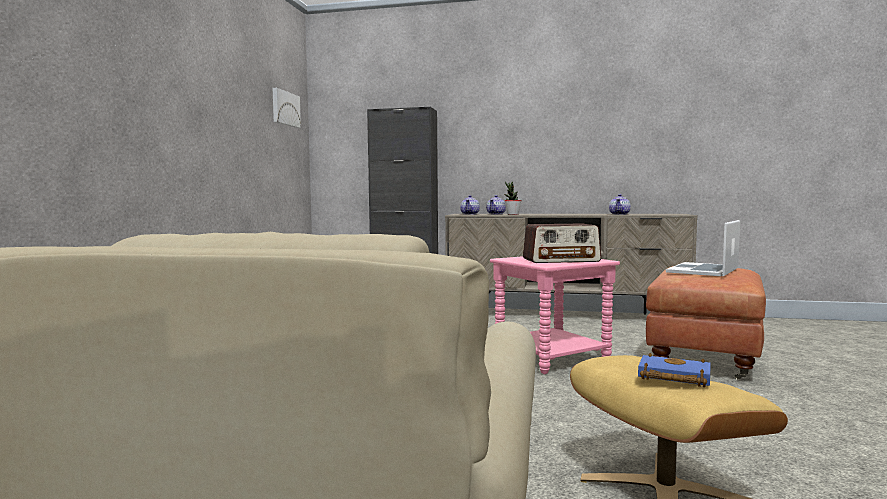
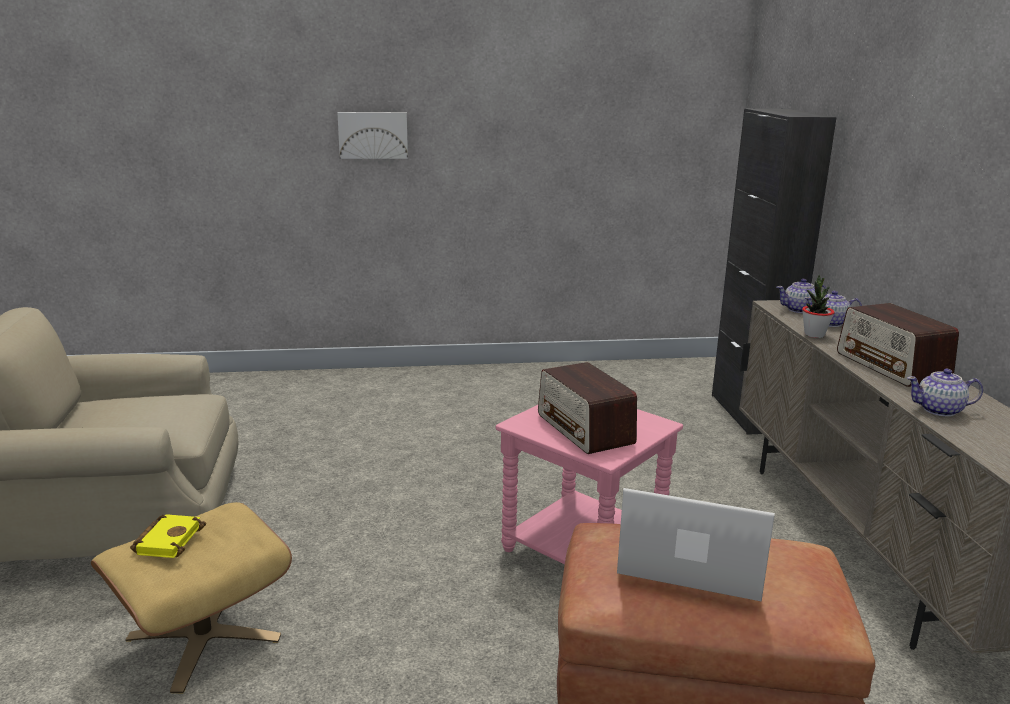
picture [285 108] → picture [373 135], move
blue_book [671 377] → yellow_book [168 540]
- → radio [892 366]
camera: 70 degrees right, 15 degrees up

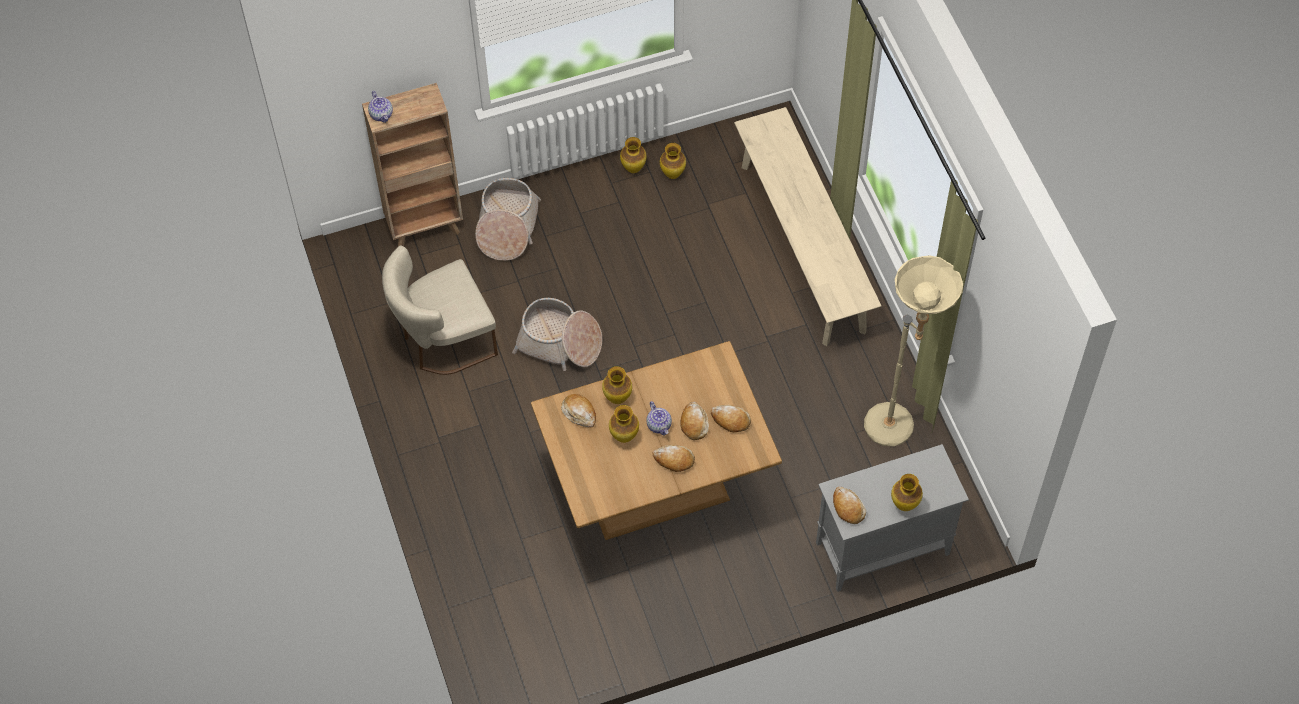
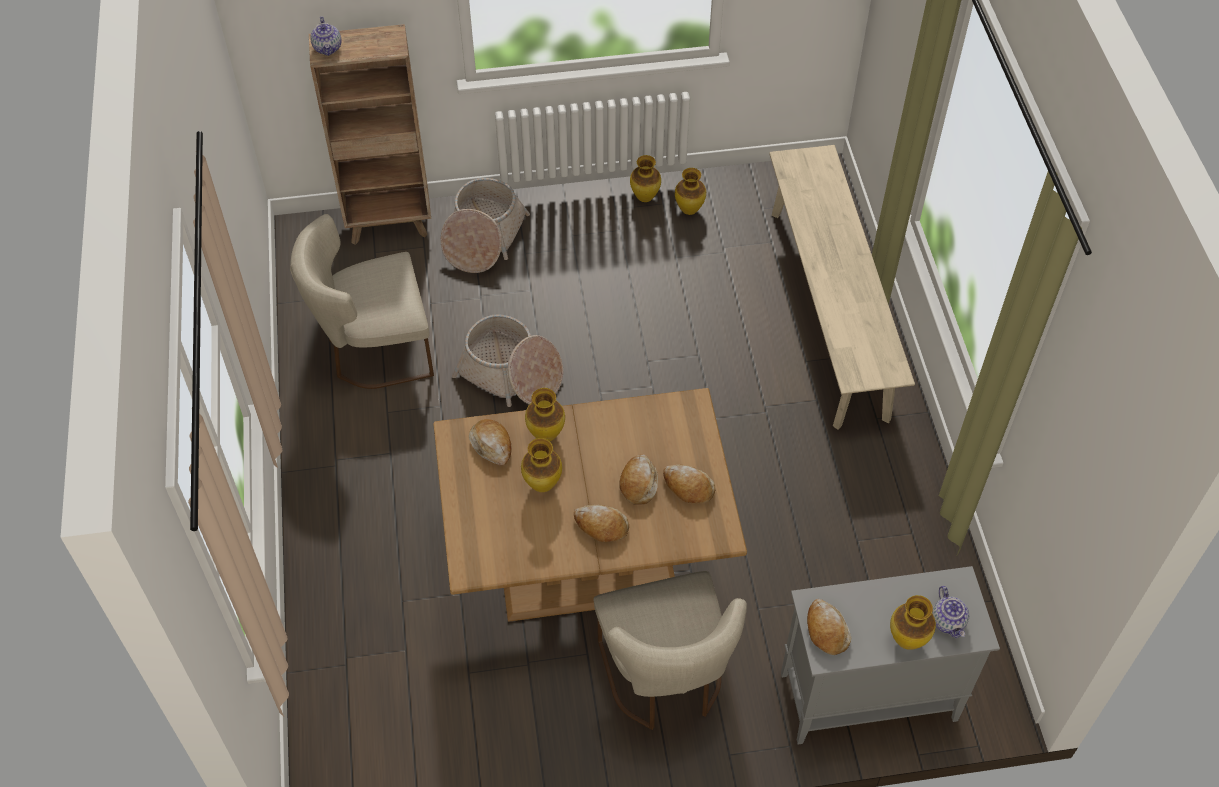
beige_floor_lamp [897 432] → -
teapot [659 425] → teapot [948 622], move
- → beige_chair [665 680]
camera: 10 degrees right, 5 degrees down

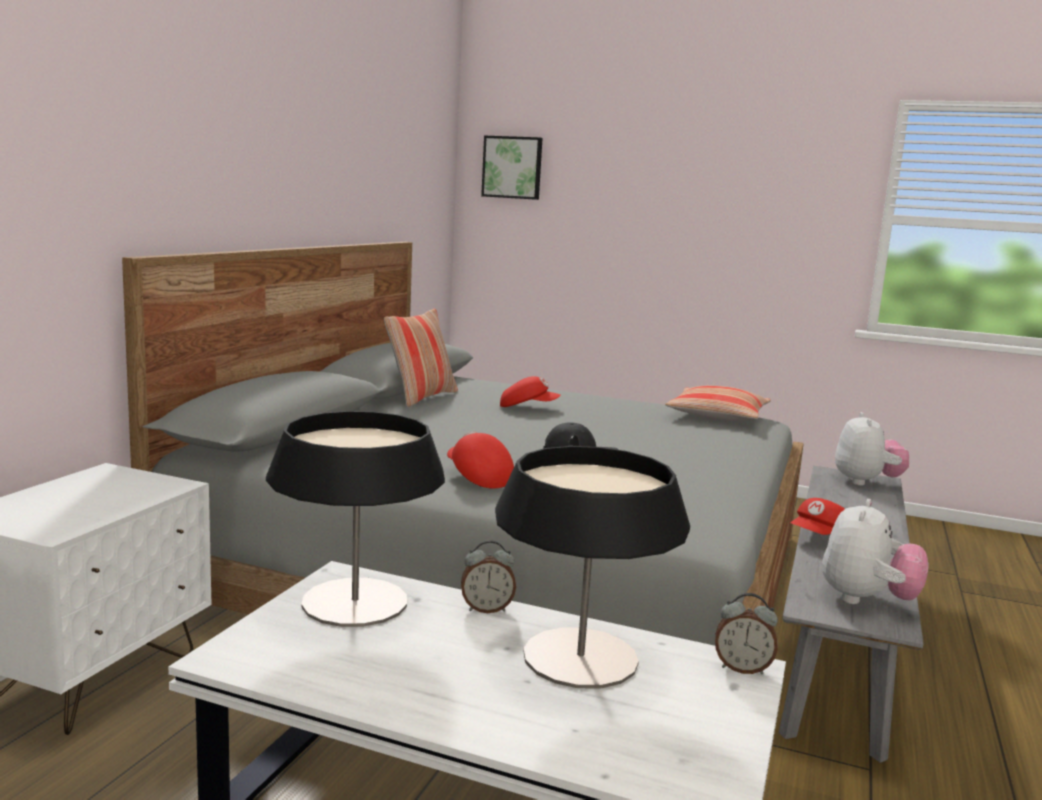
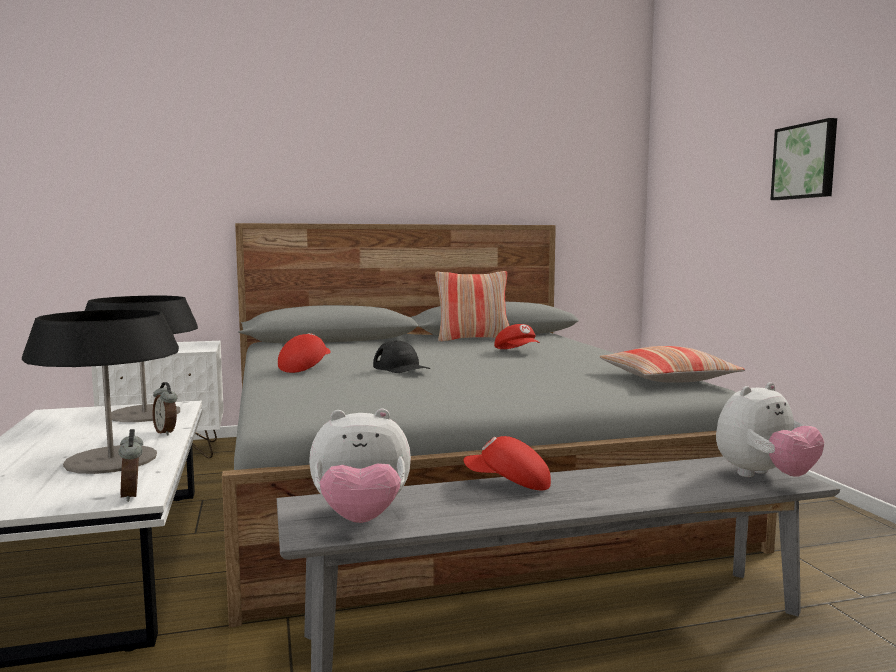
picture [512 167] → picture [805 161], move
camera: 55 degrees right, 5 degrees down

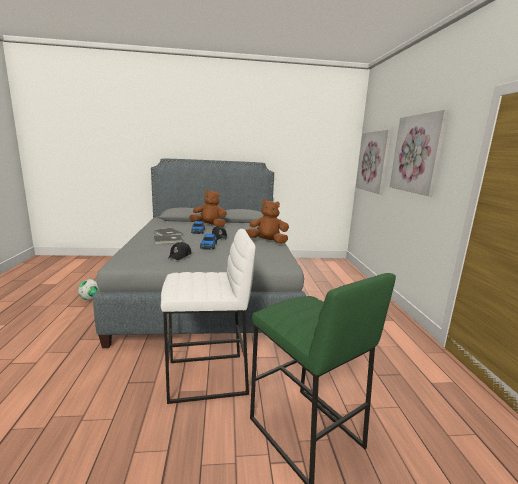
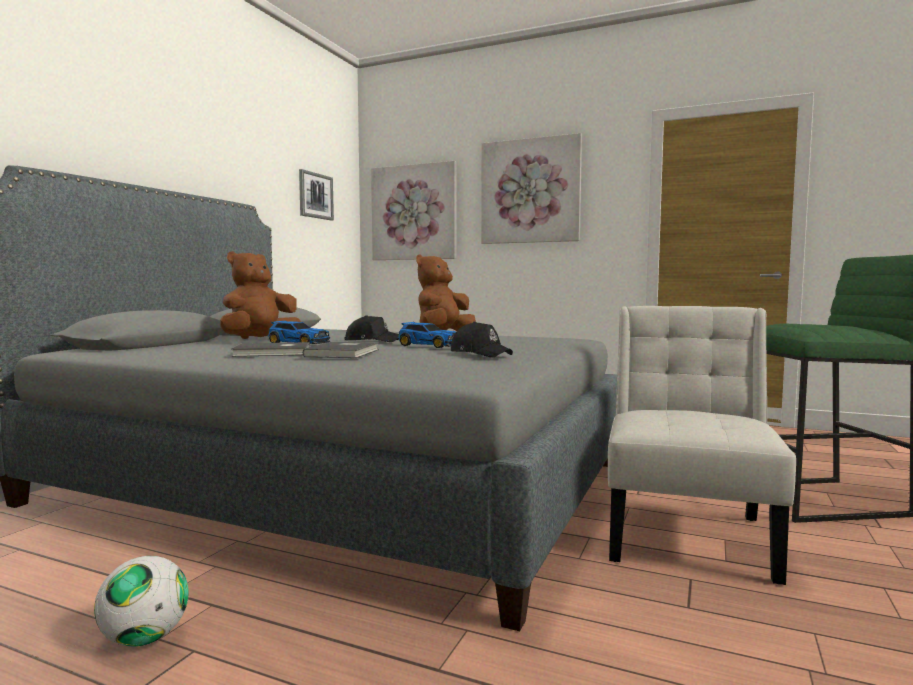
white_stool [207 378] → white_chair [688 533]
- → picture [315 196]
camera: 60 degrees left, 10 degrees down

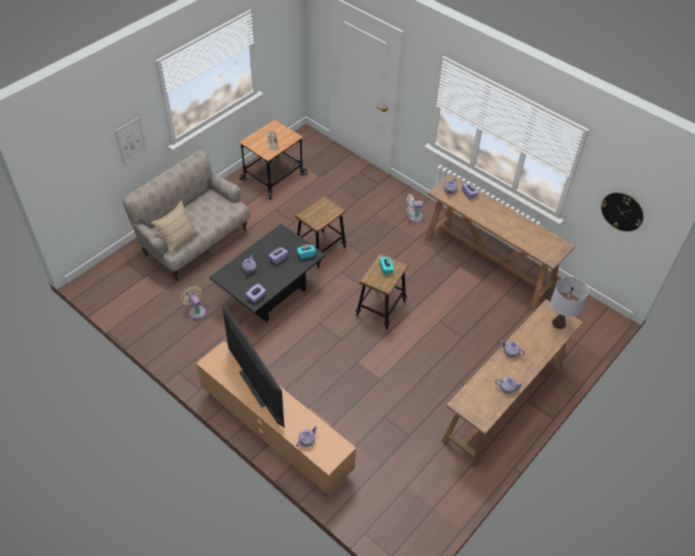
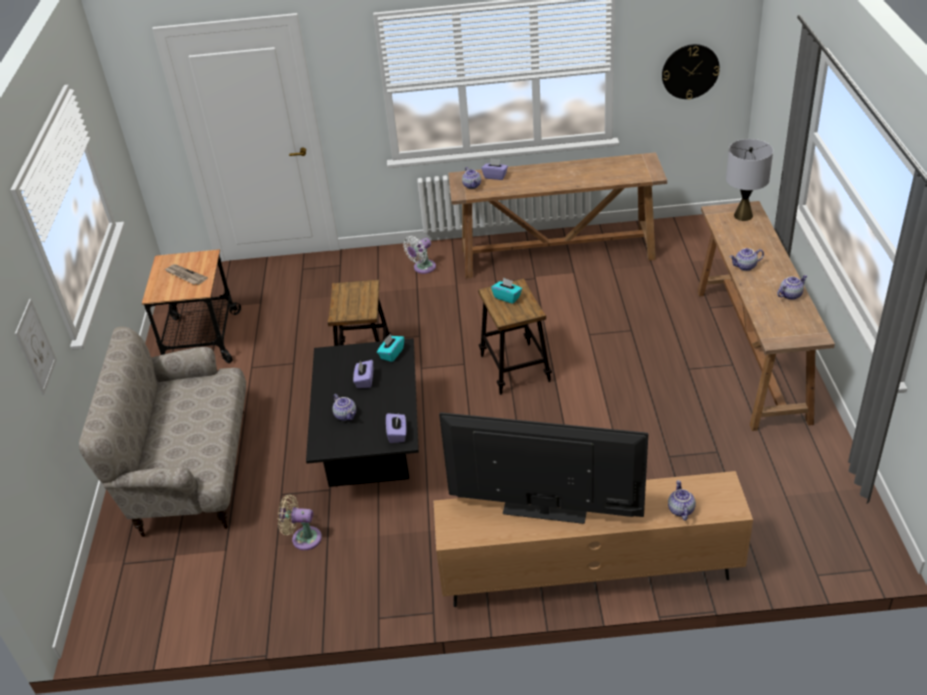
beige_pillow [178 239] → -
camera: 40 degrees left, 10 degrees down

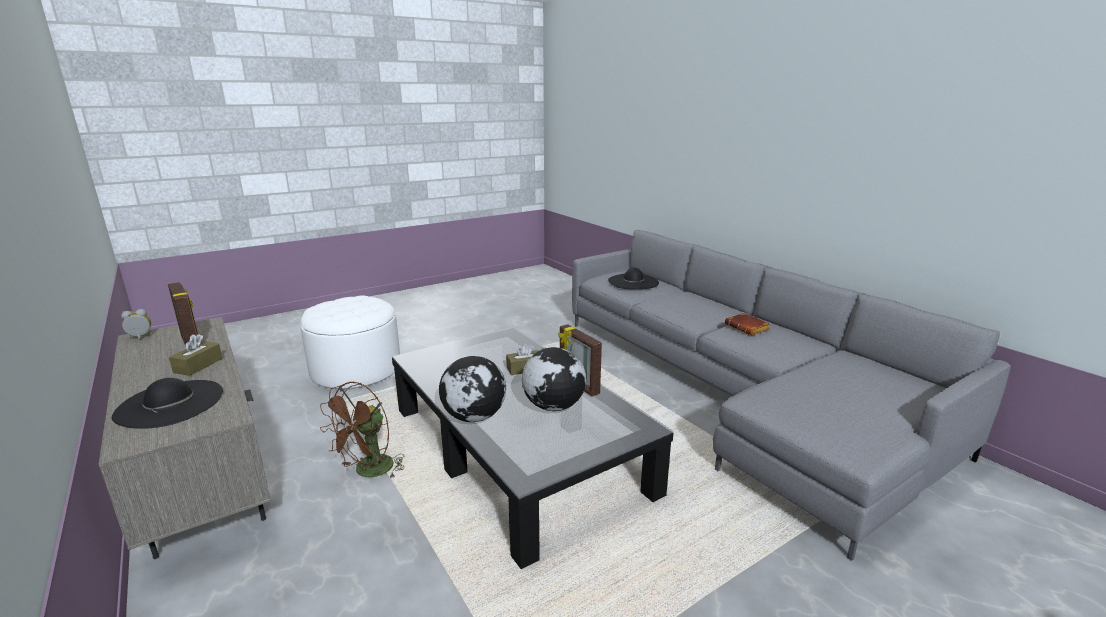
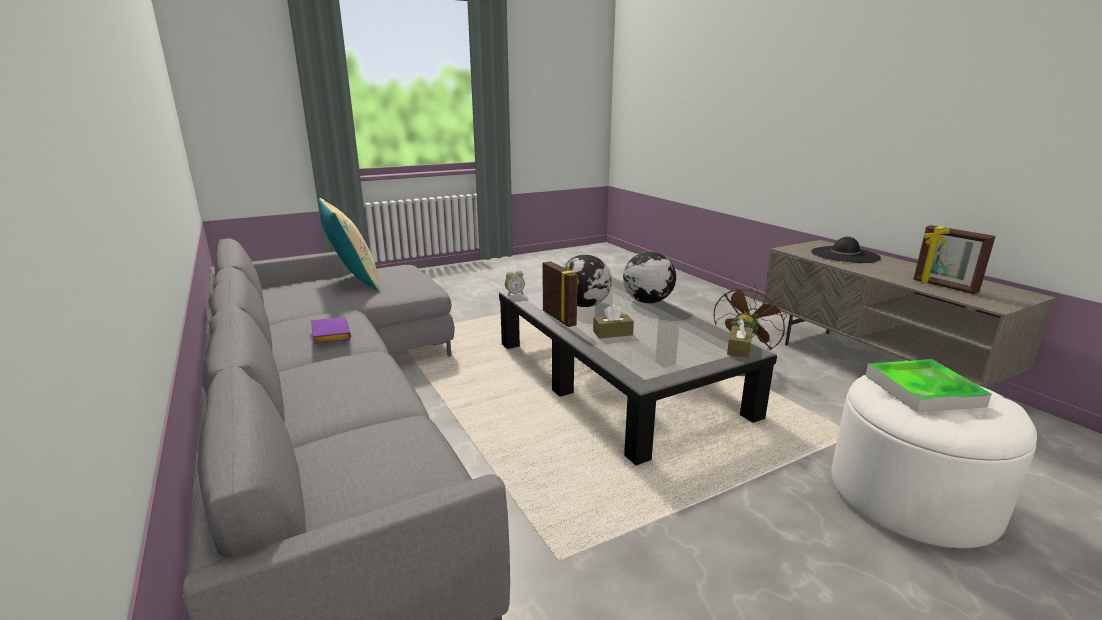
black_hat [633 282] → -
alarm_clock [140 337] → alarm_clock [514 294], move
brown_book [748 328] → purple_book [329 334]
brown_tissue_box [198 365] → brown_tissue_box [739 349], move
- → beige_pillow [353 281]
- → tray [923 390]
camera: 175 degrees left, 0 degrees up

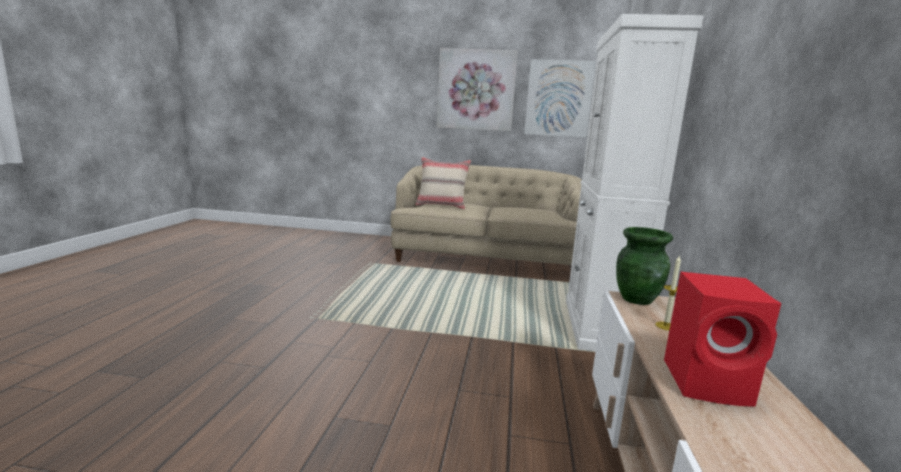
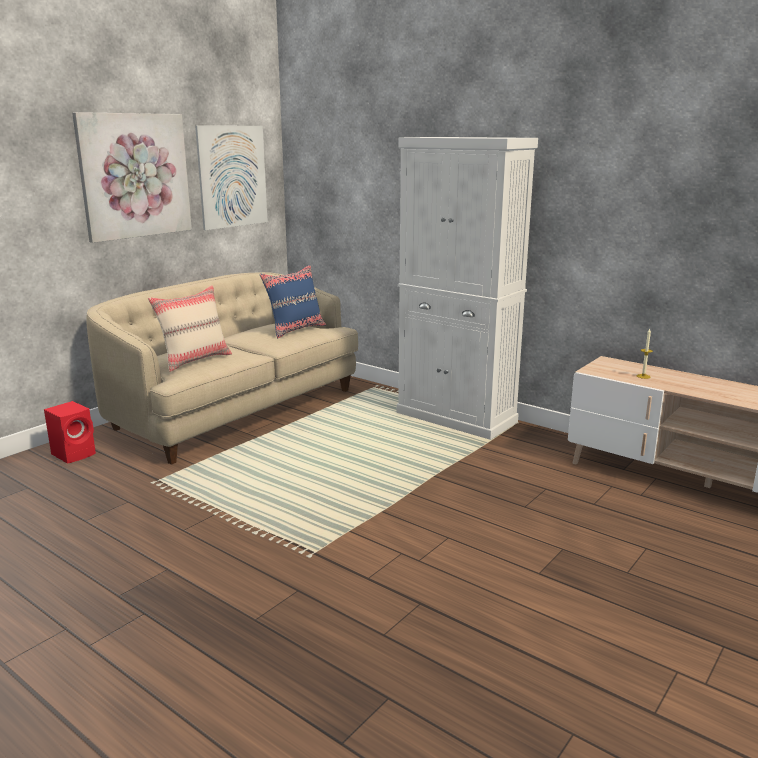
green_vase [637 299] → -
red_speaker [709 383] → red_speaker [75 454], move
- → blue_pillow [295 329]
camera: 60 degrees left, 5 degrees up

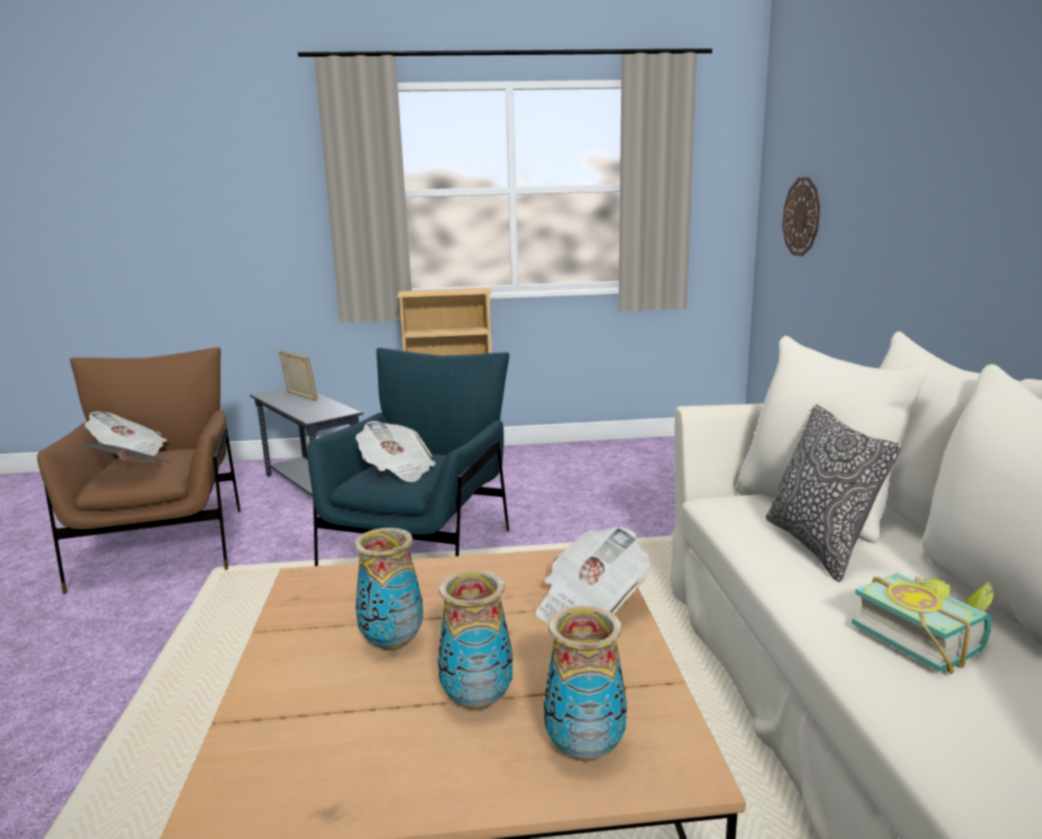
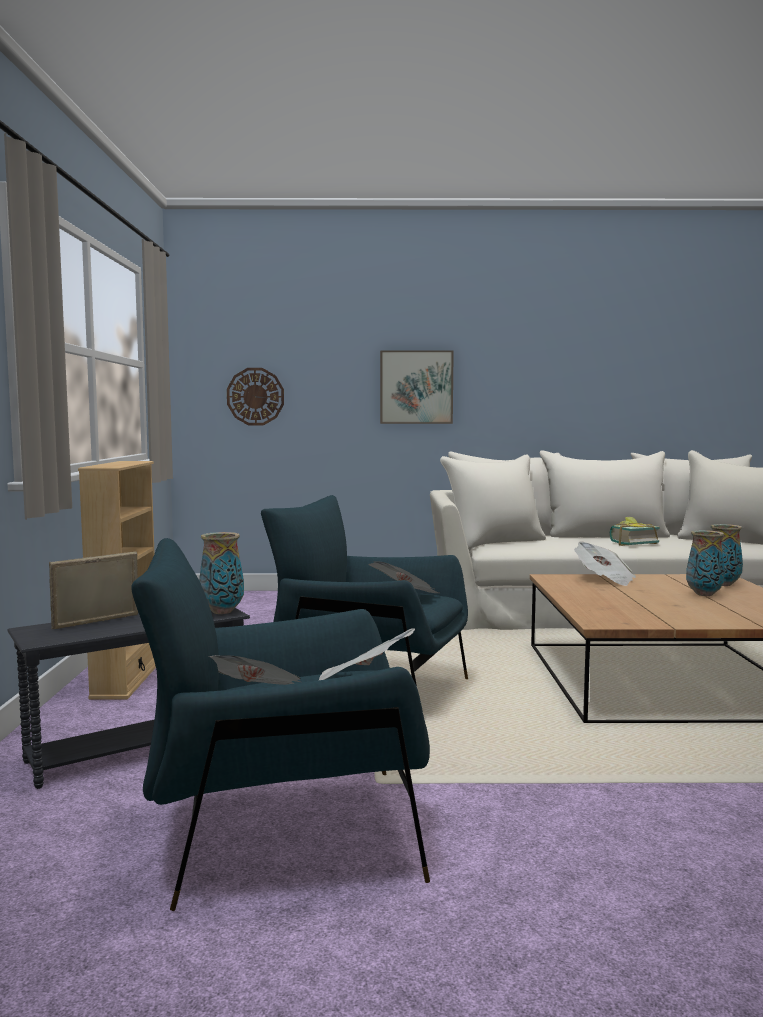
brown_armchair [163 545] → blue_armchair [283 833]
pillow [818 546] → -
vase [391 643] → vase [221 612], move
- → picture [416 387]
camera: 85 degrees left, 10 degrees down

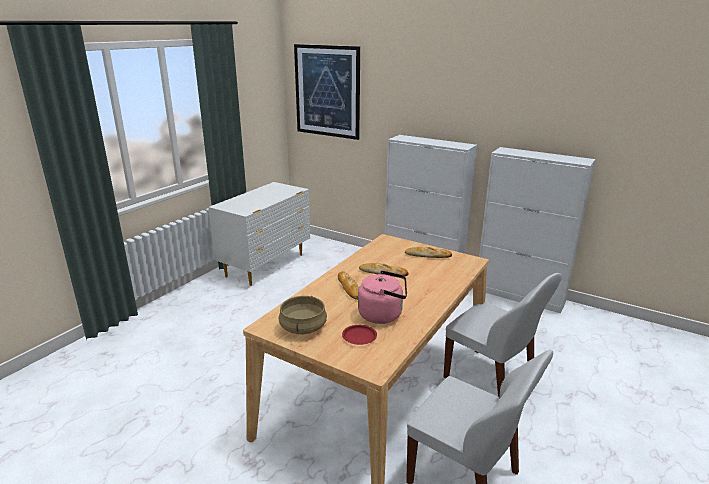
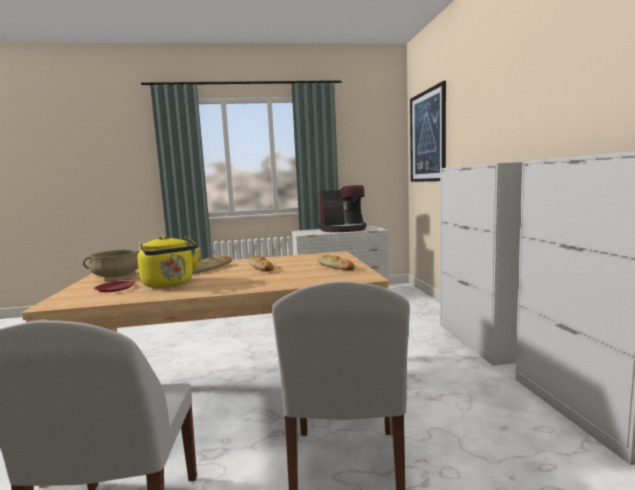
pink_kettle [383 315] → yellow_kettle [170 284]
- → coffee_machine [343 229]
camera: 50 degrees right, 15 degrees down

